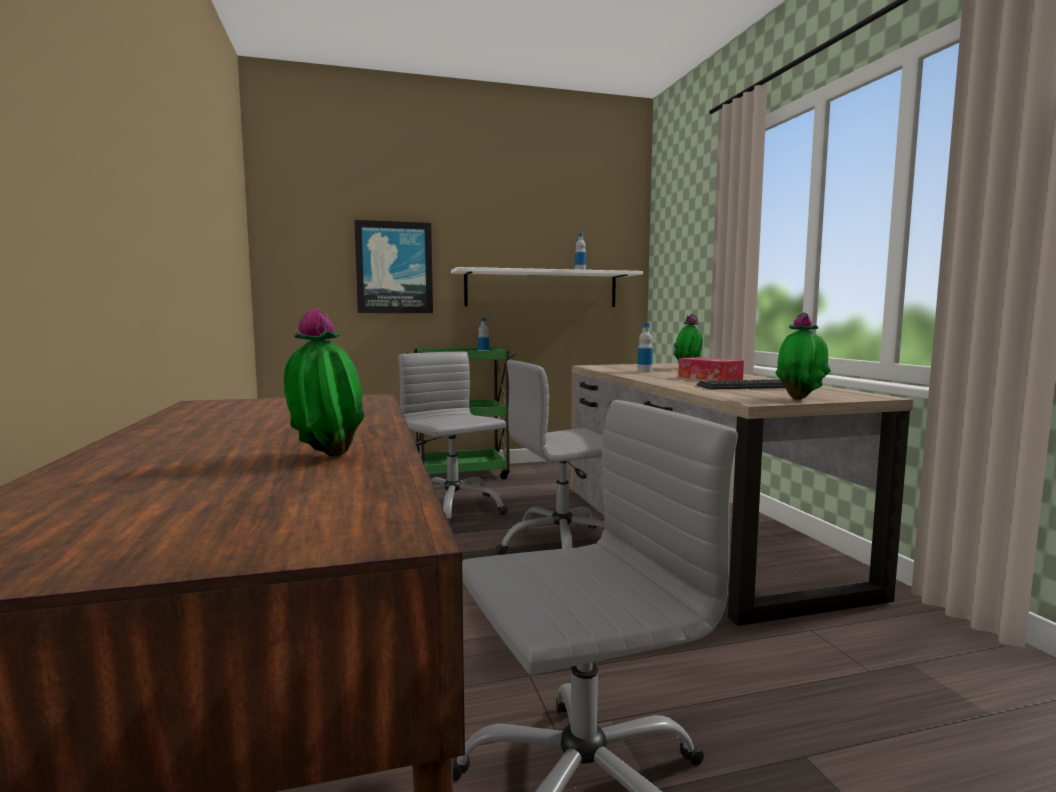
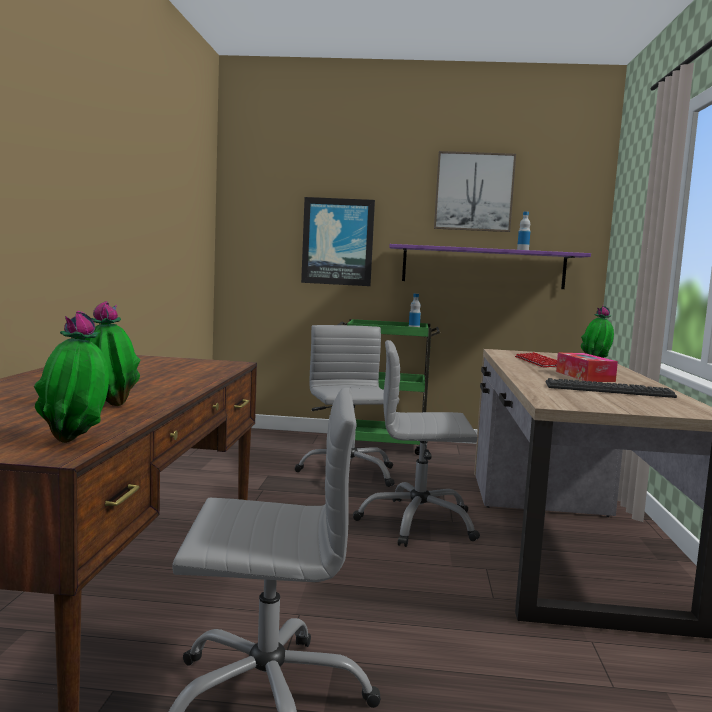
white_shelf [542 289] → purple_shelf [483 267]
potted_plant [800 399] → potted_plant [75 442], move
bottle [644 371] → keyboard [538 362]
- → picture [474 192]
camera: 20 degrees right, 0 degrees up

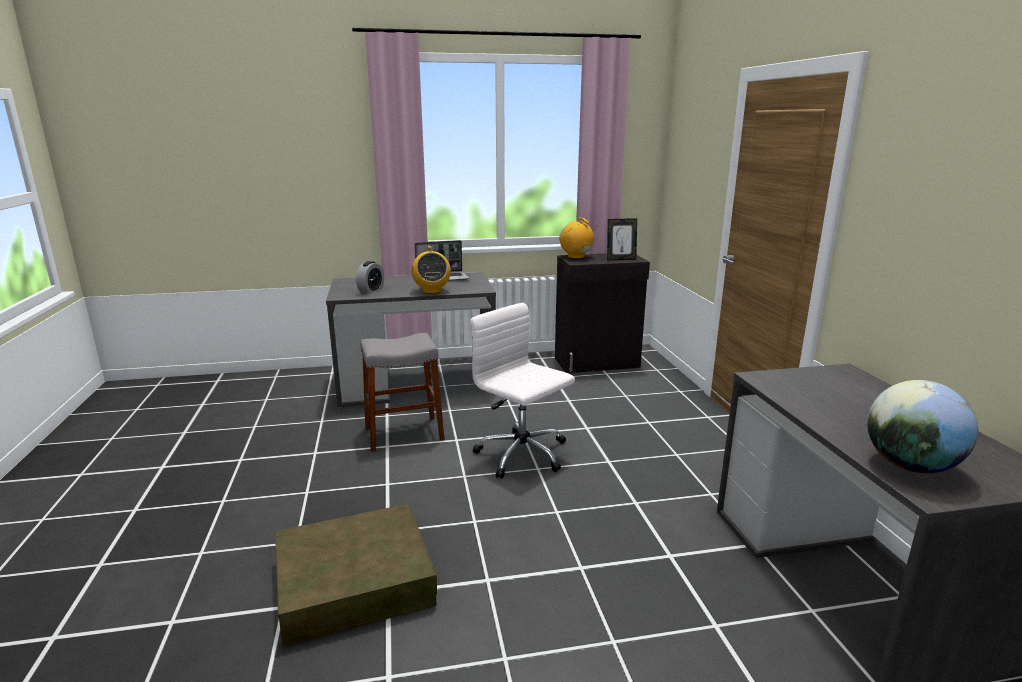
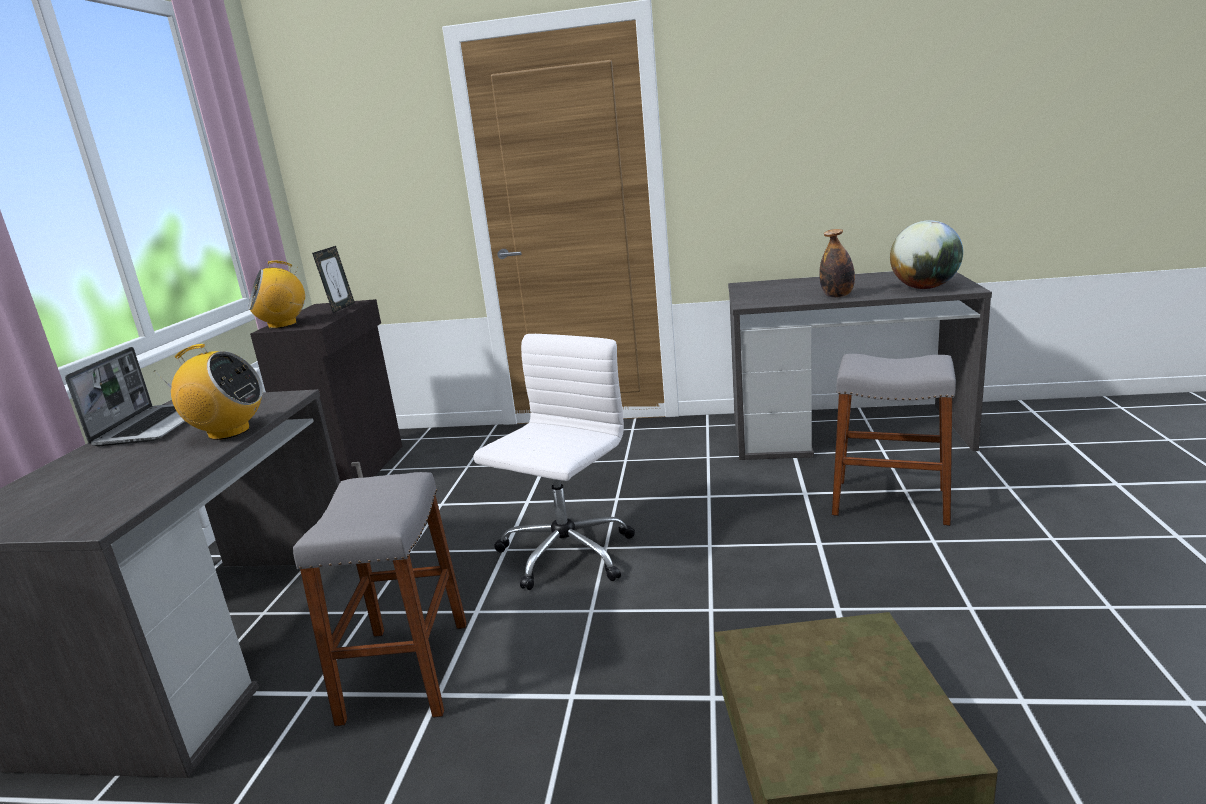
alarm_clock [371 290] → -
white_office_chair [523 455] → white_office_chair [564 555], 150 degrees clockwise
- → bottle [837 296]
- → grey_stool [890 502]
camera: 70 degrees left, 0 degrees up

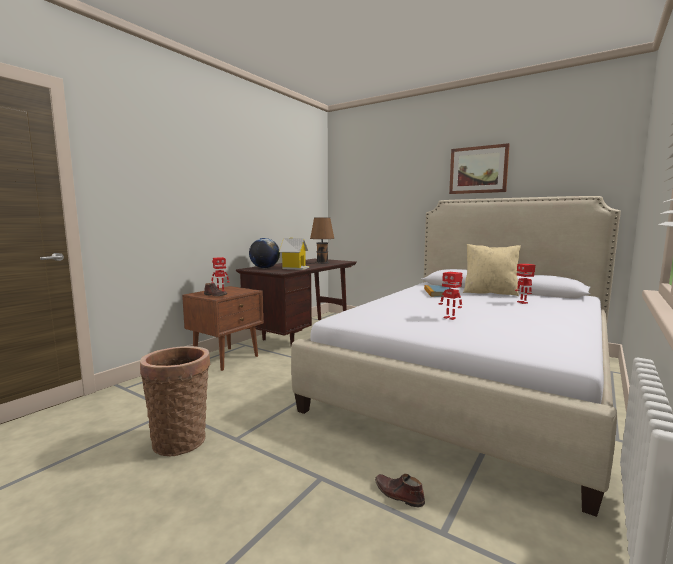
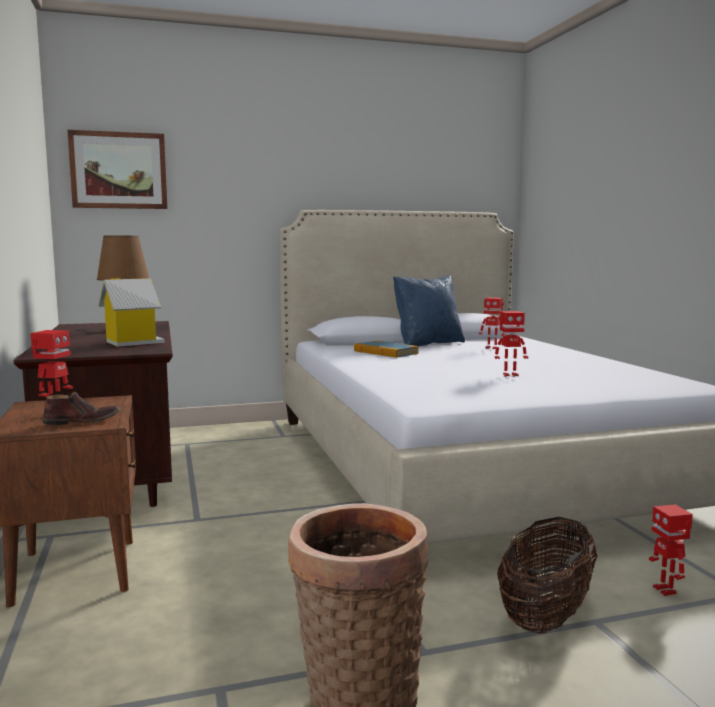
picture [478 170] → picture [119 170], move
globe [264 268] → -
beige_pillow [490 293] → blue_pillow [427 343]
brown_shoe [398 494] → toy_robot [665 590]
- → basket [546 616]
camera: 50 degrees left, 0 degrees up

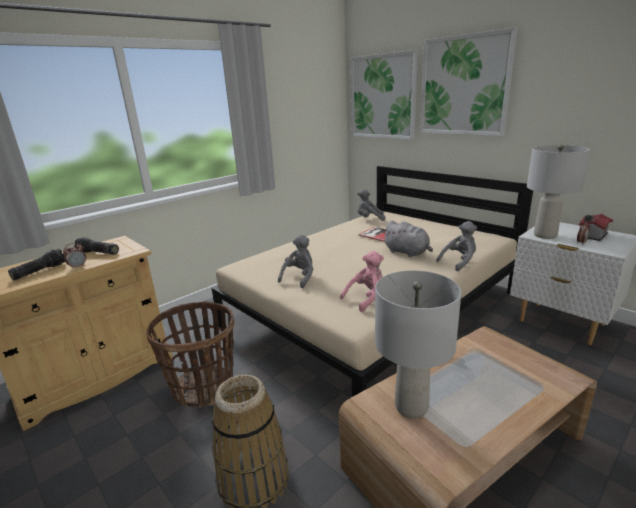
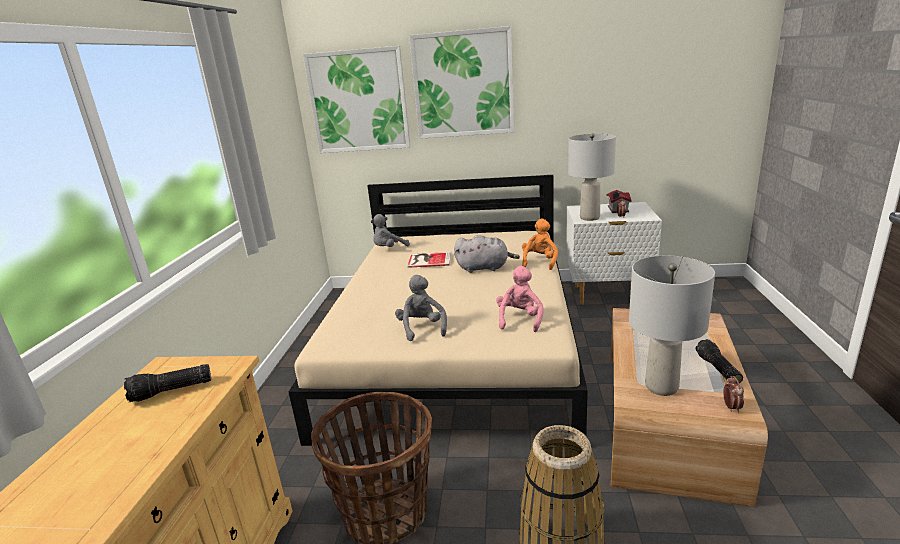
grey_plush_toy [459 262] → orange_plush_toy [540 262]
alarm_clock [78 267] → alarm_clock [731 407], move
flashlight [40 271] → flashlight [716 369], move
camera: 40 degrees left, 0 degrees up

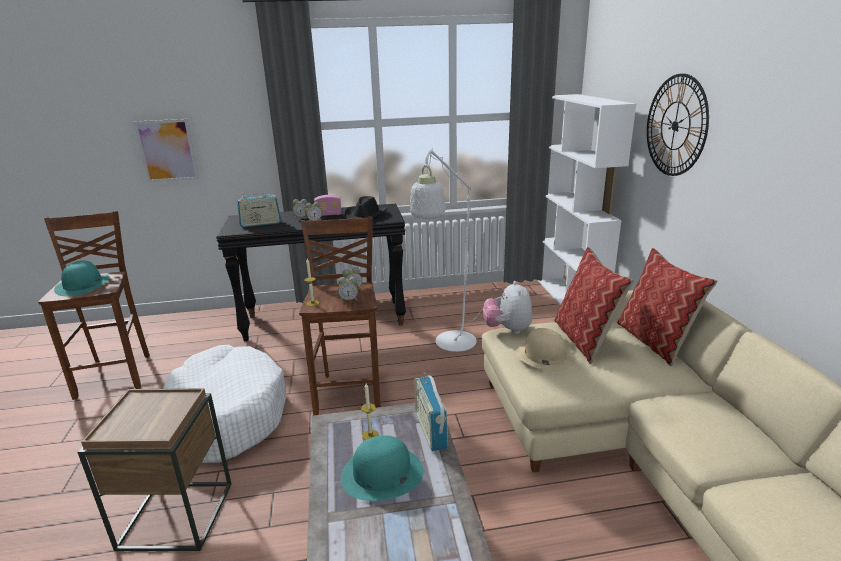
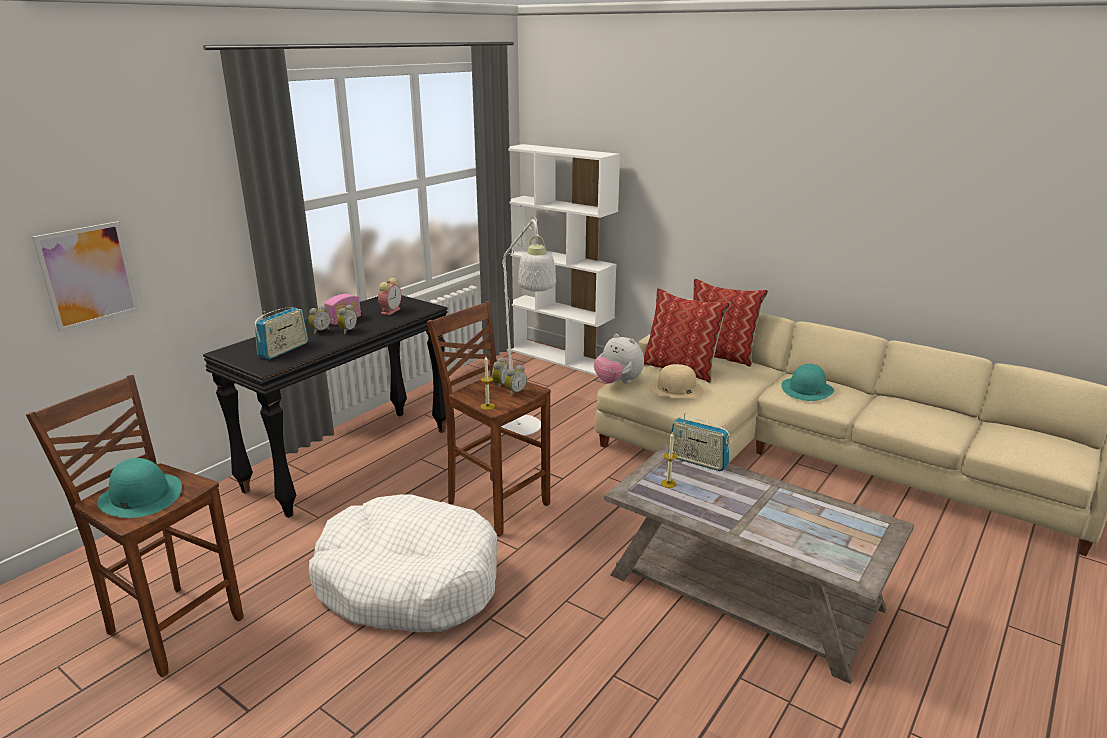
wall_clock [675 126] → -
black_hat [366 215] → alarm_clock [391 311]
brown_side_table [176 515] → -
turquoise_hat [382 473] → turquoise_hat [807 389], move
camera: 45 degrees left, 0 degrees up

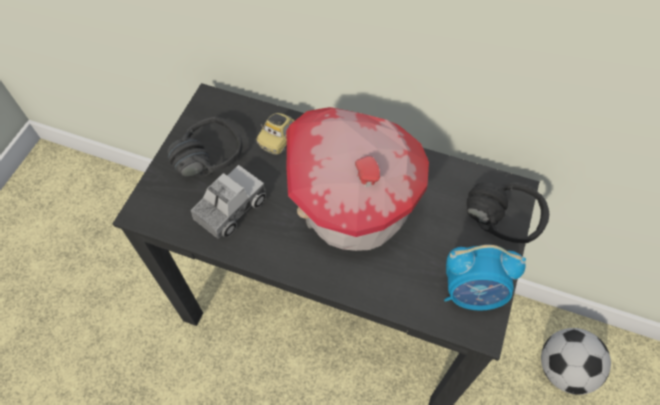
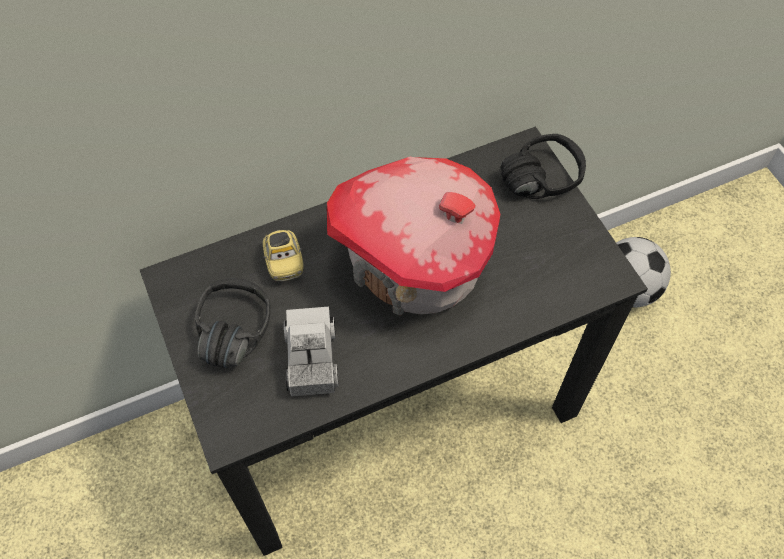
alarm_clock [472 293] → -
camera: 45 degrees left, 0 degrees up

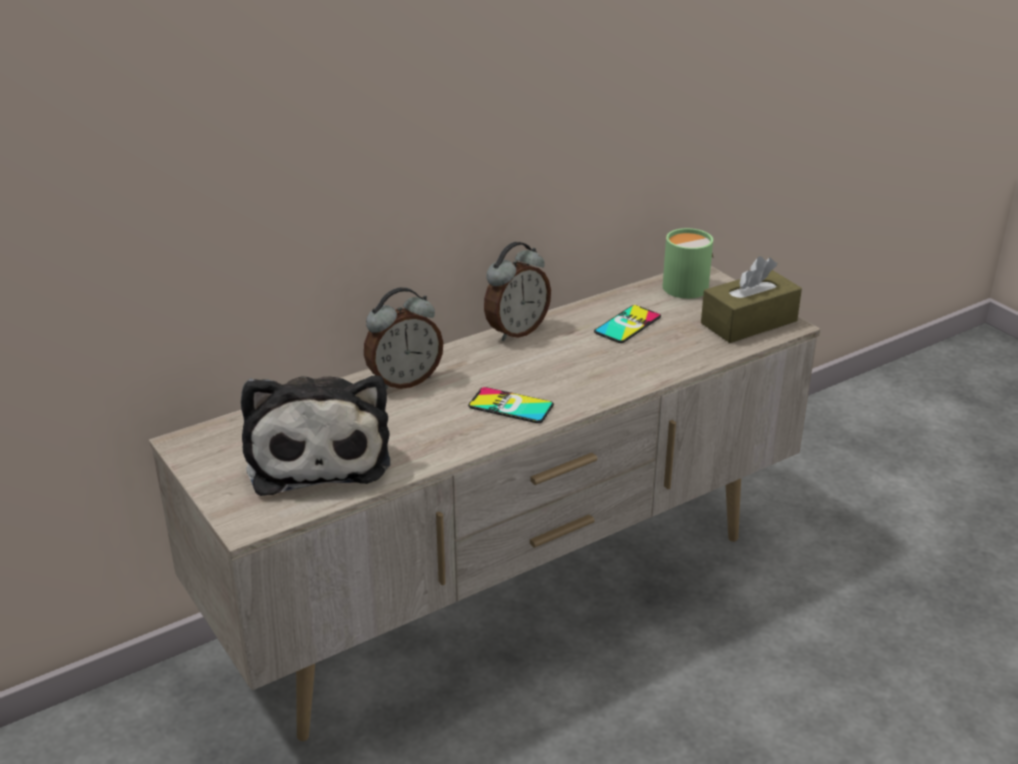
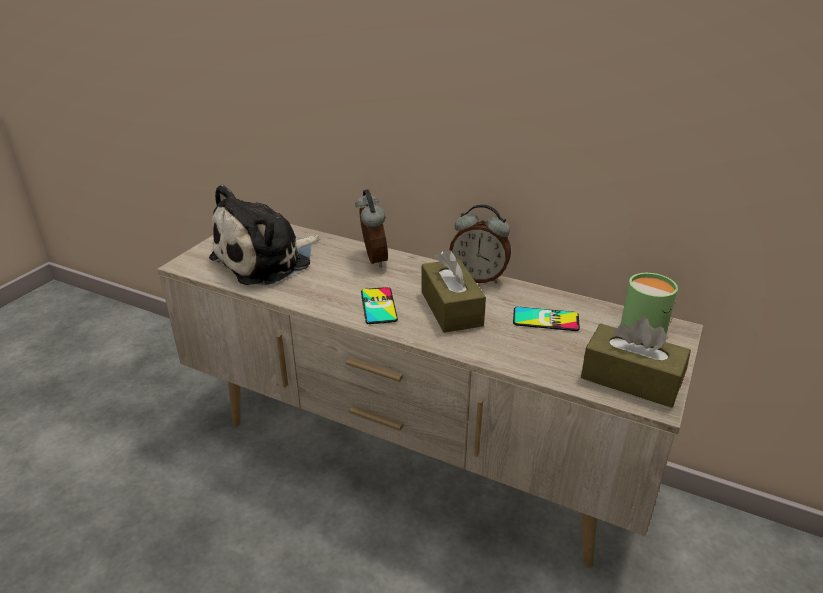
alarm_clock [404 381] → alarm_clock [372 260], 135 degrees counterclockwise
- → brown_tissue_box [451 308]
camera: 60 degrees right, 0 degrees up

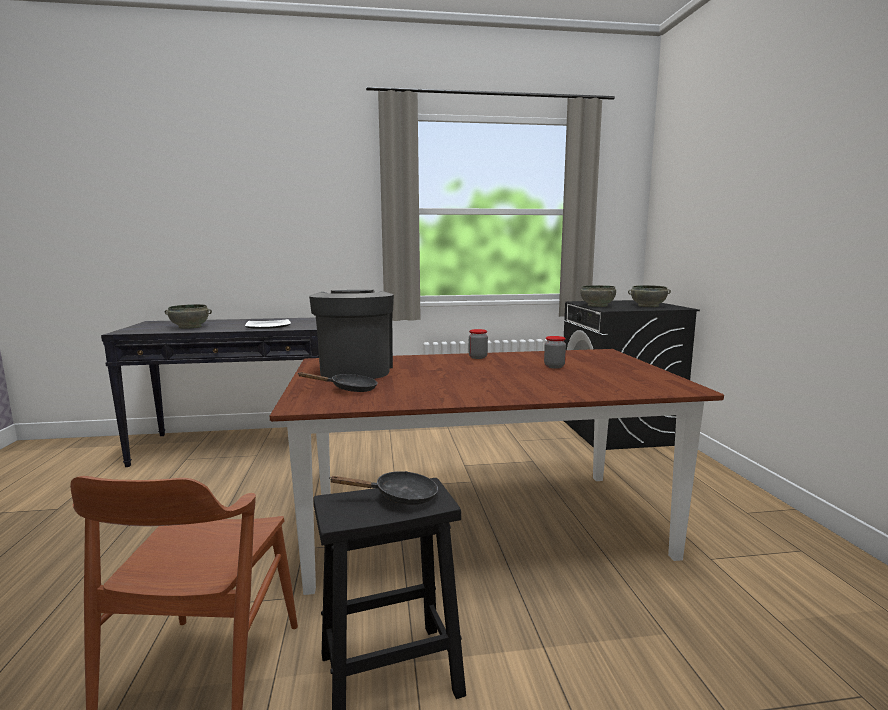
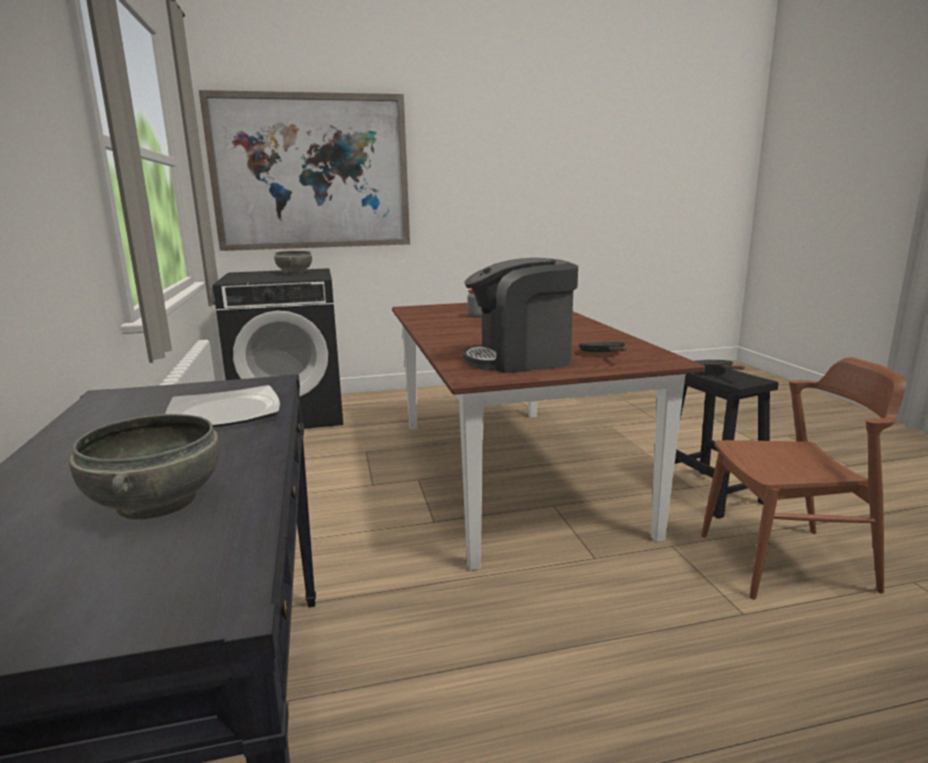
grey_bowl [597 305] → -
jar [478 357] → -
- → picture [311 173]
camera: 95 degrees left, 5 degrees up

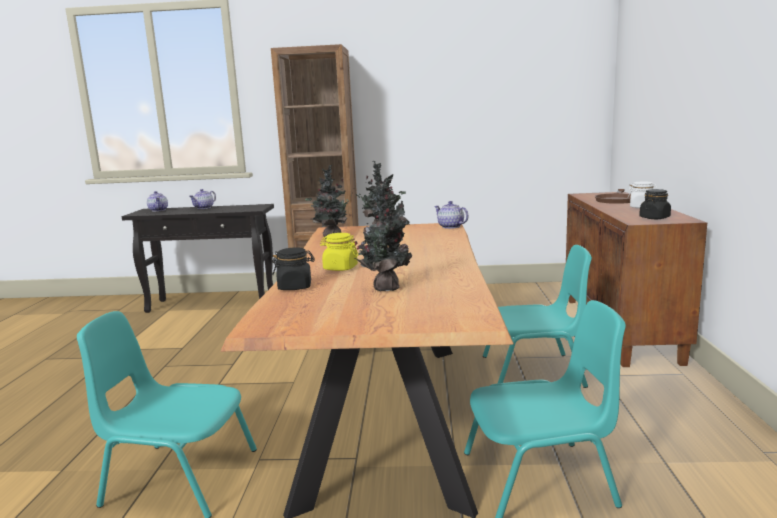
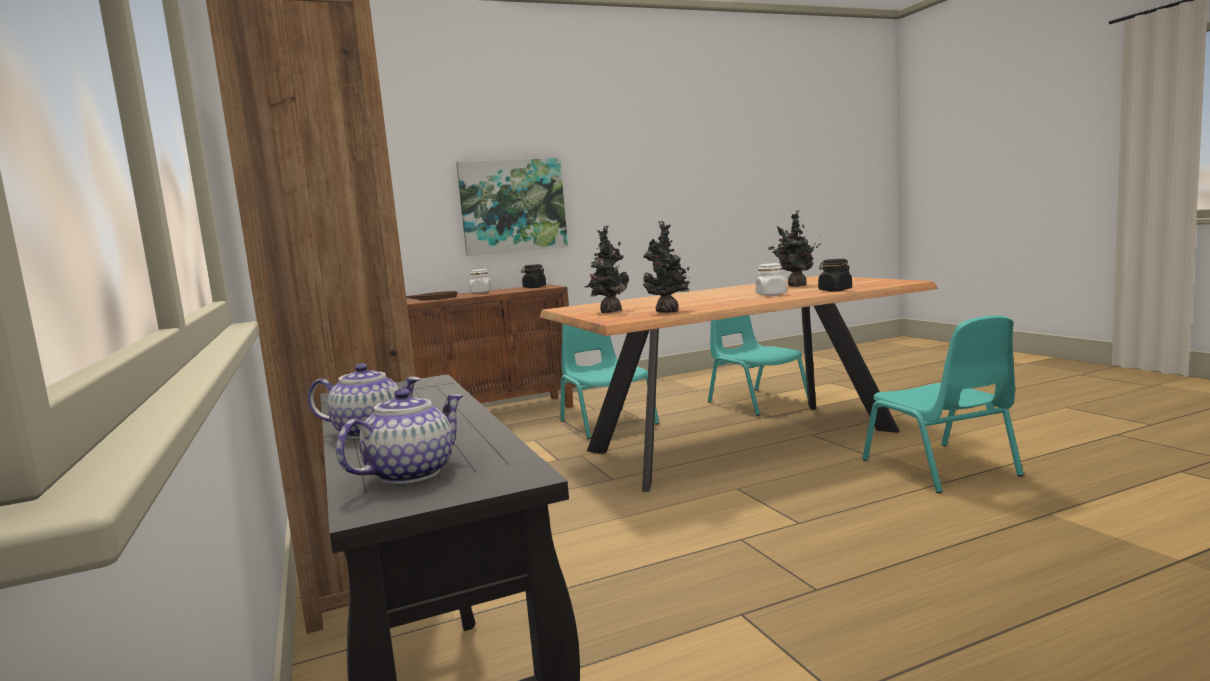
teapot [450 227] → -
yellow_jar [340 268] → white_jar [771 294]
- → picture [513 206]
camera: 115 degrees left, 5 degrees down

